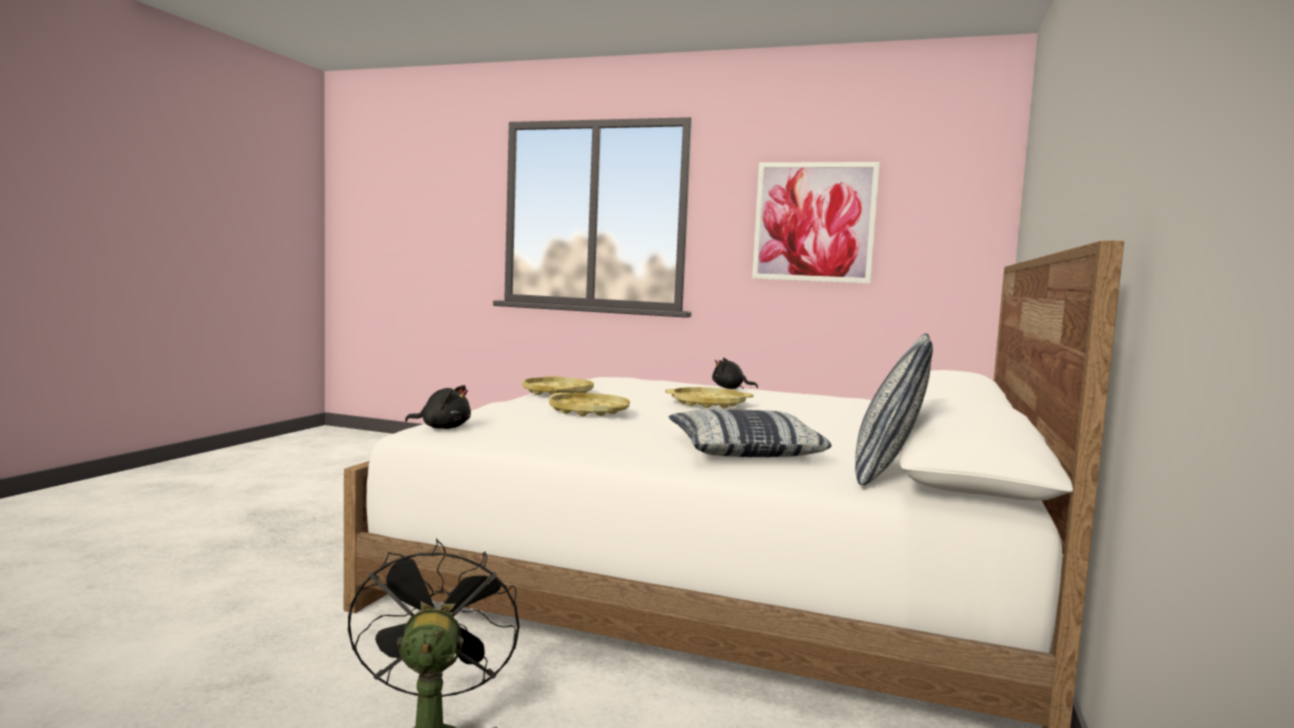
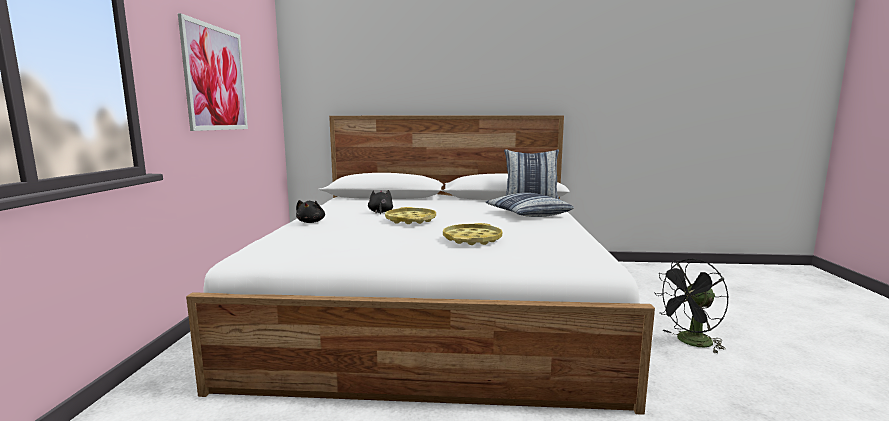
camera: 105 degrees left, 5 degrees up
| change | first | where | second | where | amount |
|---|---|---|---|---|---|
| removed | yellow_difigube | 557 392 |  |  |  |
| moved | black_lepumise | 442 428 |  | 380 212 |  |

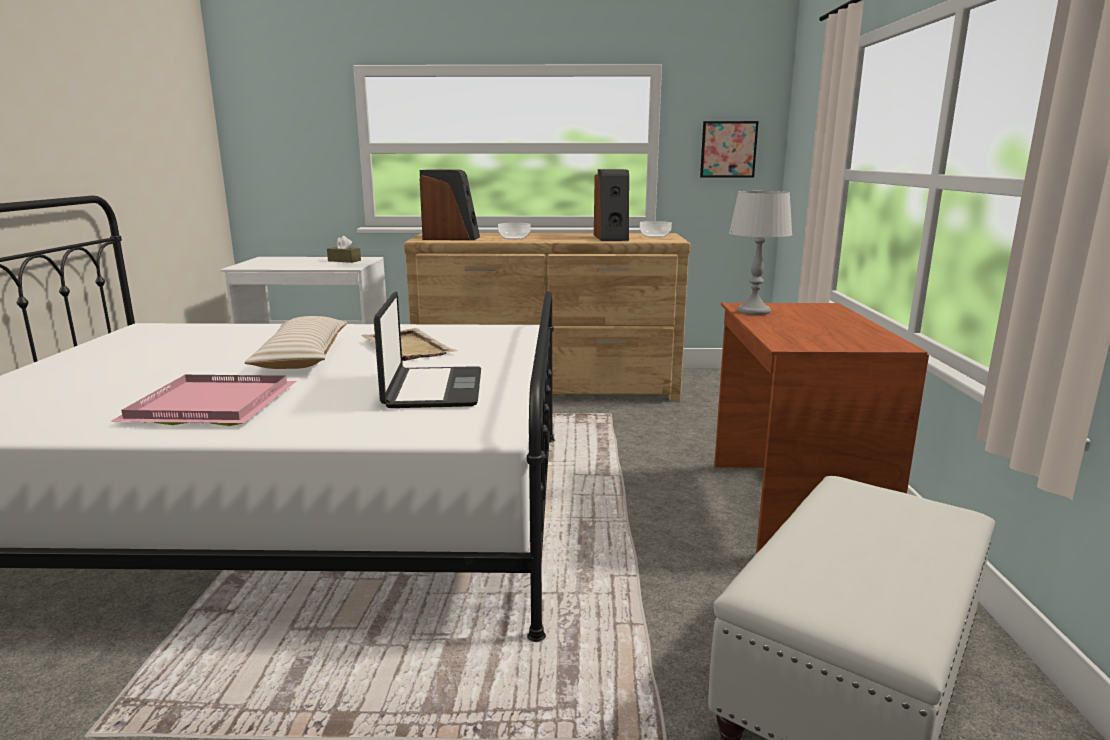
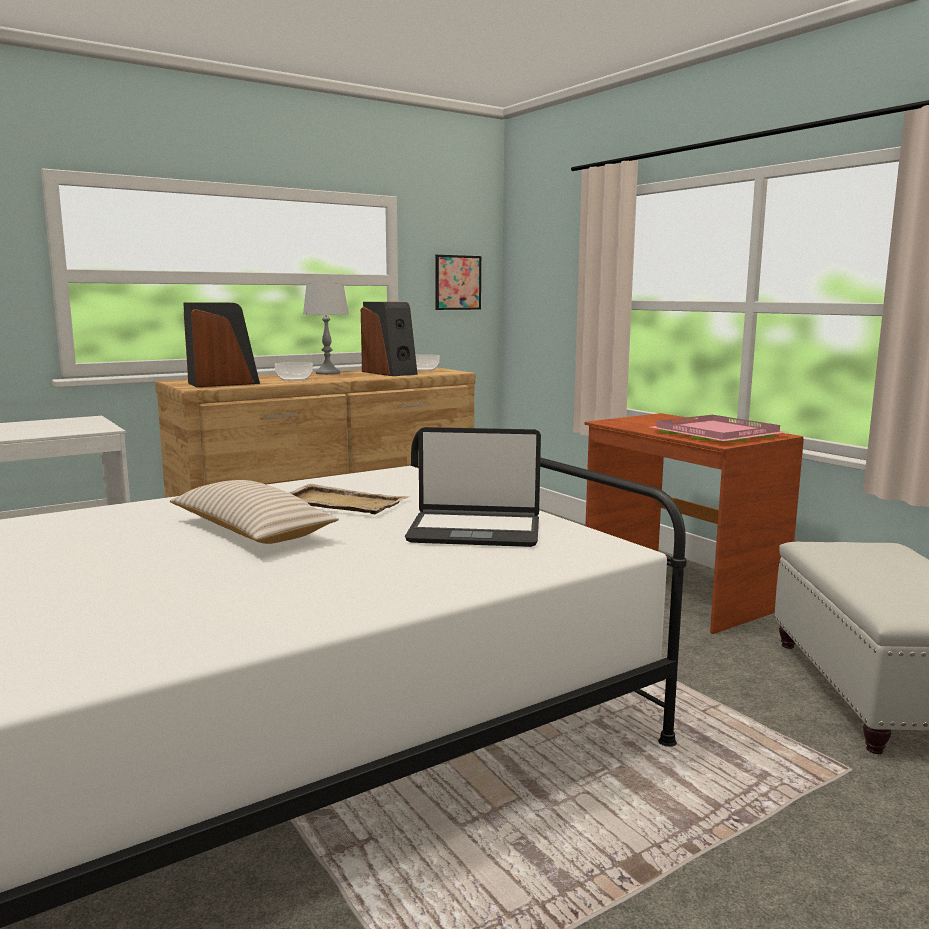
camera: 35 degrees left, 5 degrees down
| change | first | where | second | where | amount |
|---|---|---|---|---|---|
| moved | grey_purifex | 753 311 |  | 327 373 |  |
| removed | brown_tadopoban | 344 261 |  |  |  |
| turned | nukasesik | 432 389 |  | 475 531 | 135 degrees clockwise |
| moved | pink_difigube | 210 404 |  | 714 434 |  |

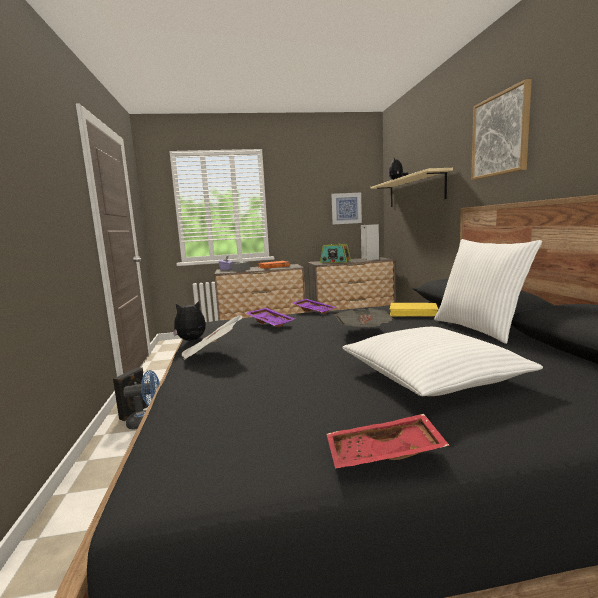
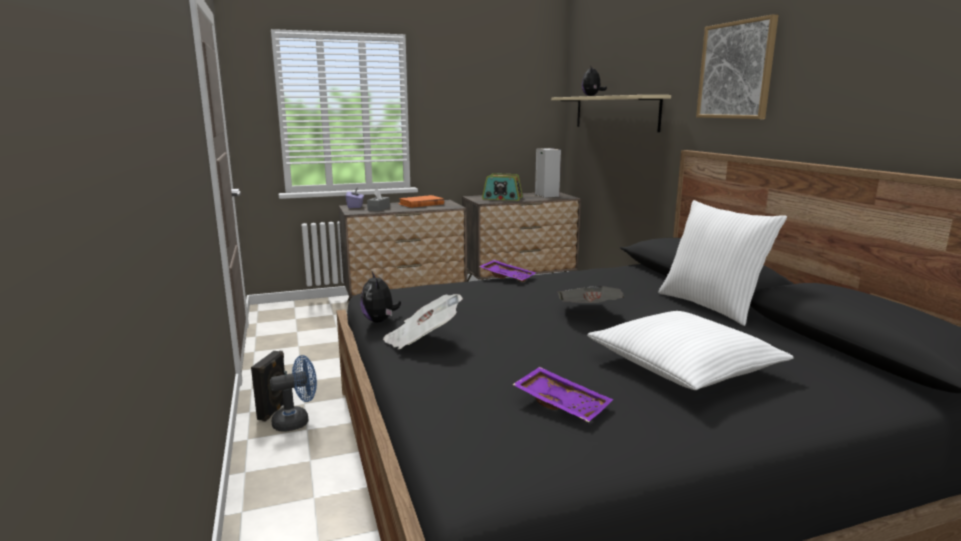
camera: 10 degrees left, 5 degrees up
| change | first | where | second | where | amount |
|---|---|---|---|---|---|
| removed | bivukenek | 346 208 |  |  |  |
| turned | lepumise | 192 340 |  | 380 321 | 75 degrees counterclockwise |
| removed | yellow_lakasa | 413 313 |  |  |  |
| moved | purple_difigube | 271 322 |  | 562 403 |  |
| removed | red_difigube | 384 455 |  |  |  |

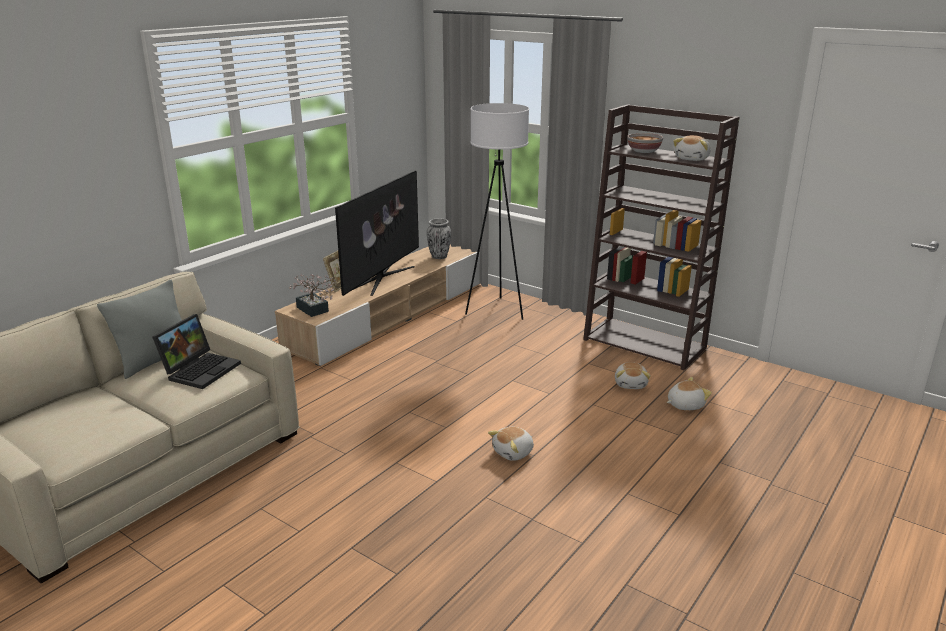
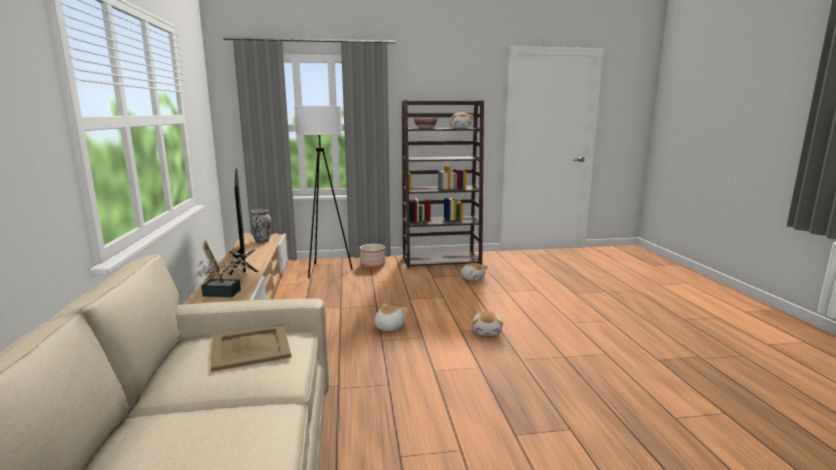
camera: 45 degrees left, 10 degrees down
| change | first | where | second | where | amount |
|---|---|---|---|---|---|
| removed | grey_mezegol | 156 360 |  |  |  |
| replaced | nukasesik | 201 369 | beige_difigube | 249 347 |  |
| moved | lepumise | 684 405 |  | 388 327 |  |
| added |  |  | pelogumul | 372 265 |  |

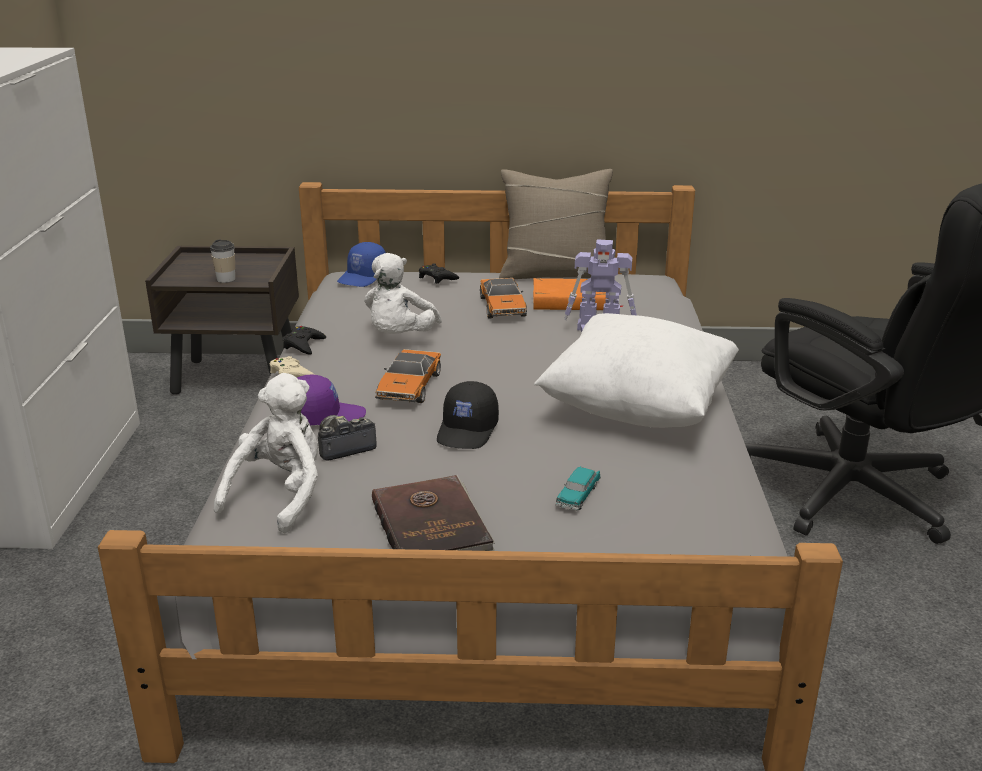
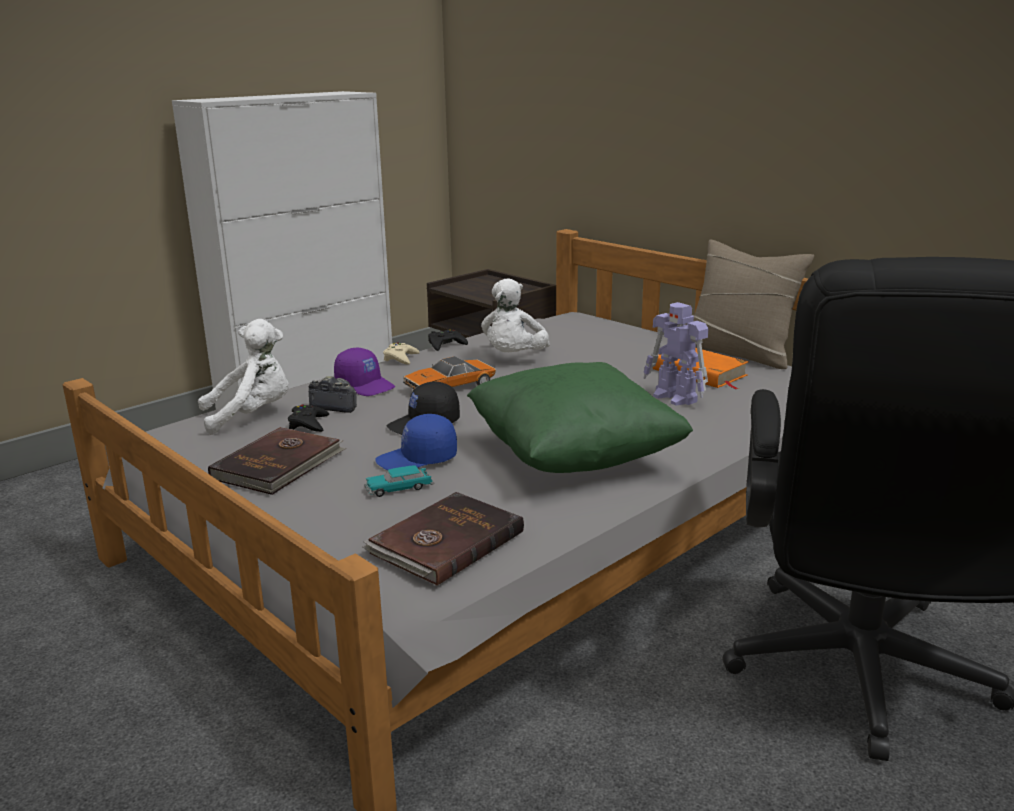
camera: 45 degrees right, 5 degrees down
| change | first | where | second | where | amount |
|---|---|---|---|---|---|
| removed | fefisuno | 226 279 |  |  |  |
| moved | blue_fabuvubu | 363 277 |  | 417 460 |  |
| turned | white_lepumise | 399 337 |  | 514 358 | 45 degrees counterclockwise |
| moved | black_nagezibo | 437 278 |  | 308 424 |  |
| removed | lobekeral | 503 307 |  |  |  |
| recoloured | white_mezegol | 638 408 | green_mezegol | 574 457 |  |
| added |  |  | brown_lakasa | 444 542 |  |

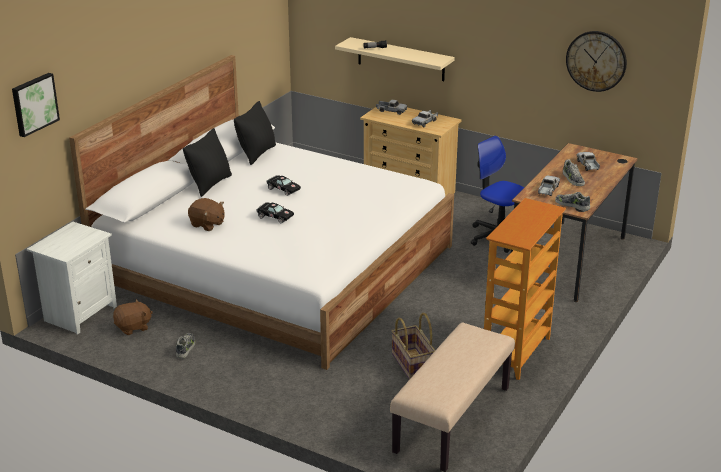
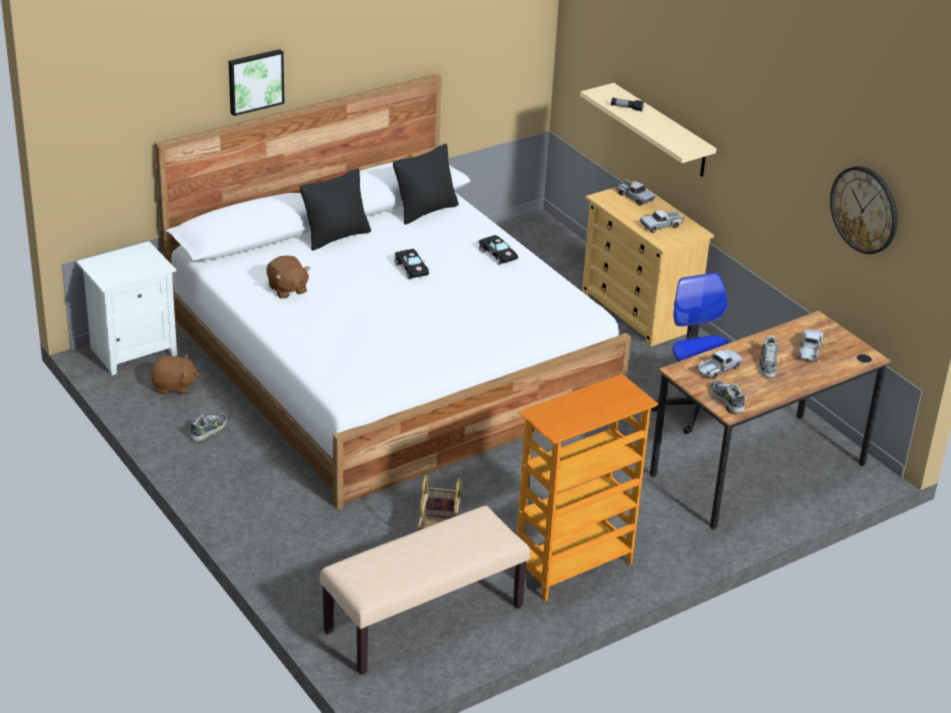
camera: 25 degrees right, 5 degrees up
| change | first | where | second | where | amount |
|---|---|---|---|---|---|
| moved | bivukenek | 34 104 |  | 255 81 |  |
| moved | black_lobekeral | 274 217 |  | 497 254 |  |

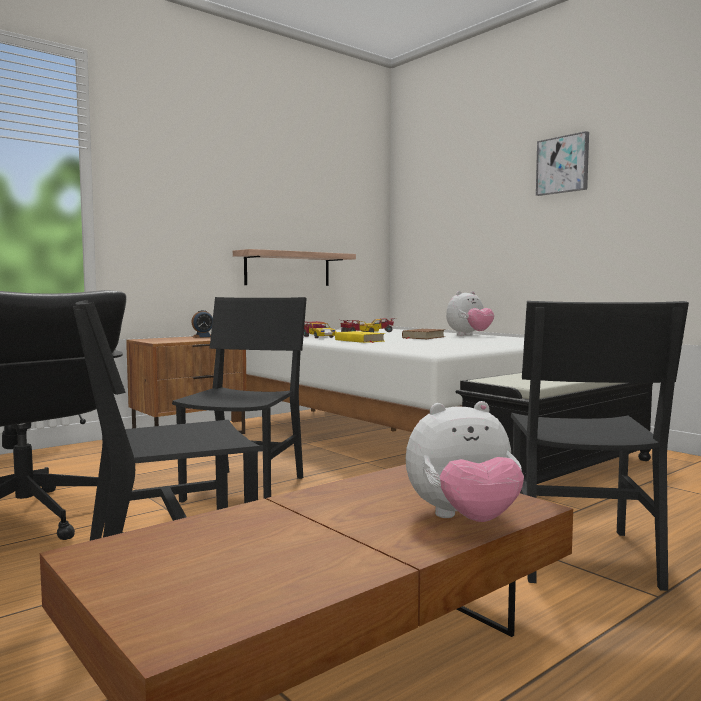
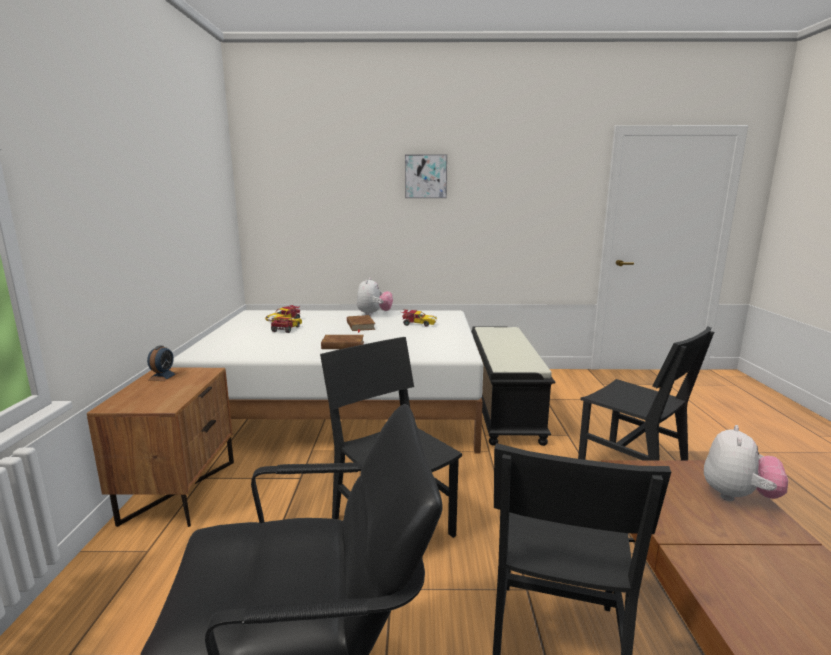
camera: 50 degrees left, 10 degrees up
| change | first | where | second | where | amount |
|---|---|---|---|---|---|
| removed | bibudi | 288 269 |  |  |  |
| moved | lobekeral | 319 337 |  | 418 324 |  |
| recoloured | yellow_lakasa | 359 340 | brown_lakasa | 343 345 |  |

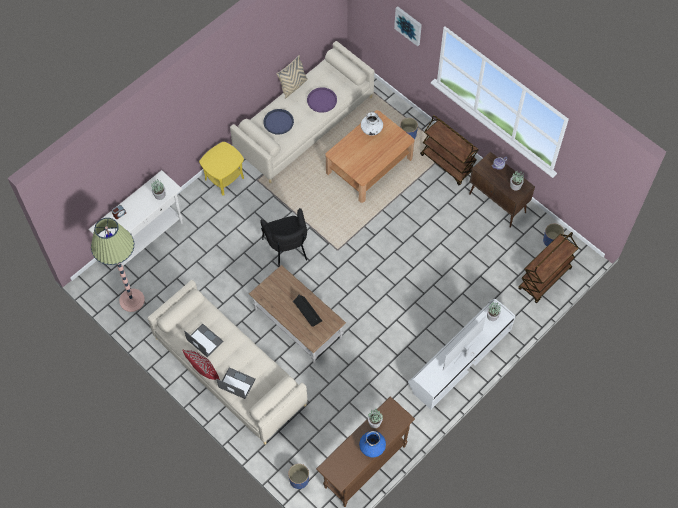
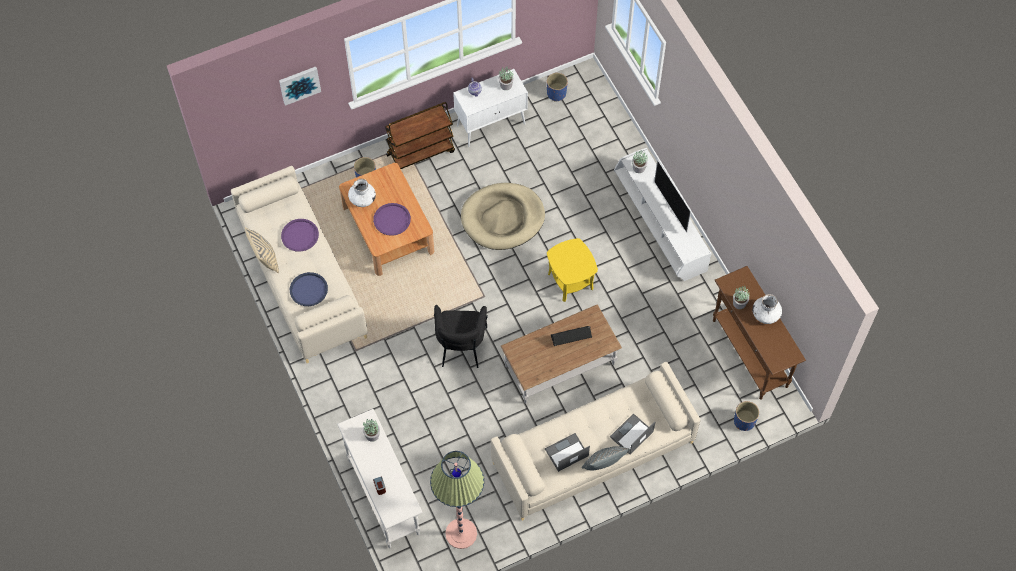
camera: 70 degrees left, 0 degrees up
| change | first | where | second | where | amount |
|---|---|---|---|---|---|
| moved | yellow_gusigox | 224 178 |  | 570 281 |  |
| recoloured | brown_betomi | 497 203 | white_betomi | 491 124 |  |
| turned | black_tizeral | 287 248 |  | 461 346 | 90 degrees clockwise |
| removed | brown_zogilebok | 544 279 |  |  |  |
| recoloured | red_mezegol | 203 371 | grey_mezegol | 603 464 |  |
| recoloured | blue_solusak | 372 447 | white_solusak | 765 314 |  |
| added |  |  | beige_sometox | 503 218 |  |
| added |  |  | purple_difigube | 392 219 |  |

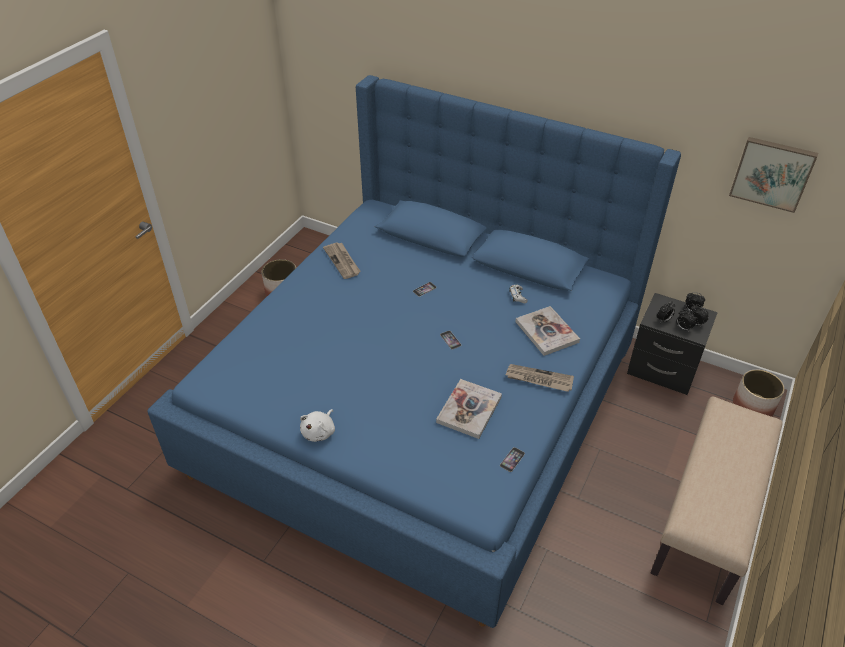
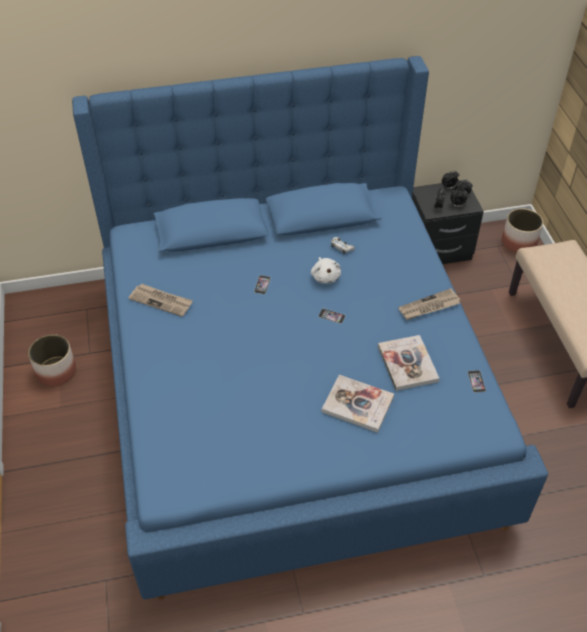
camera: 40 degrees left, 5 degrees up
| change | first | where | second | where | amount |
|---|---|---|---|---|---|
| removed | bivukenek | 772 173 |  |  |  |
| moved | lakasa | 546 332 |  | 357 404 |  |
| moved | white_lepumise | 319 432 |  | 325 276 |  |

